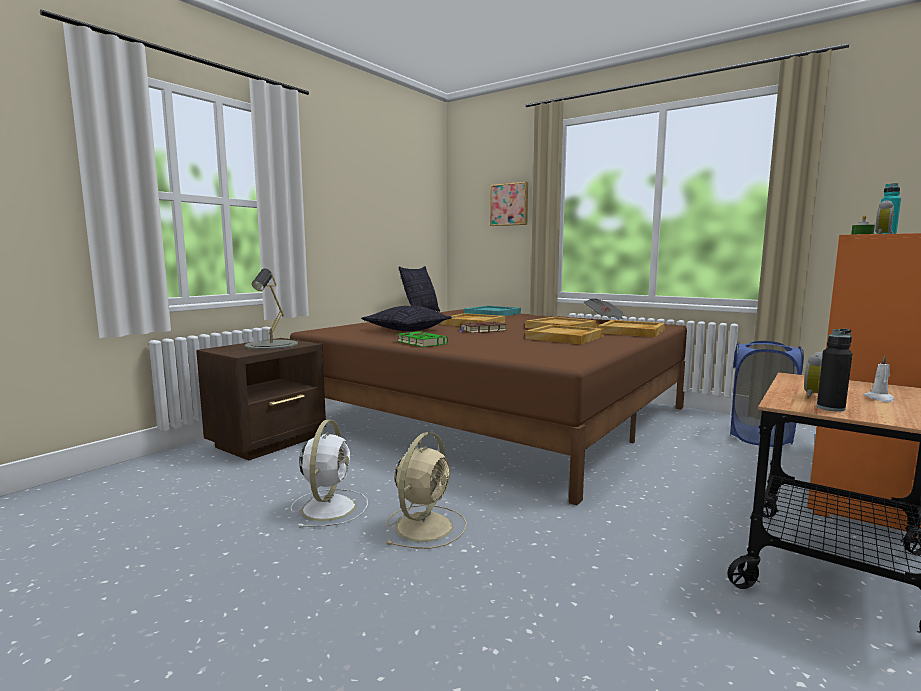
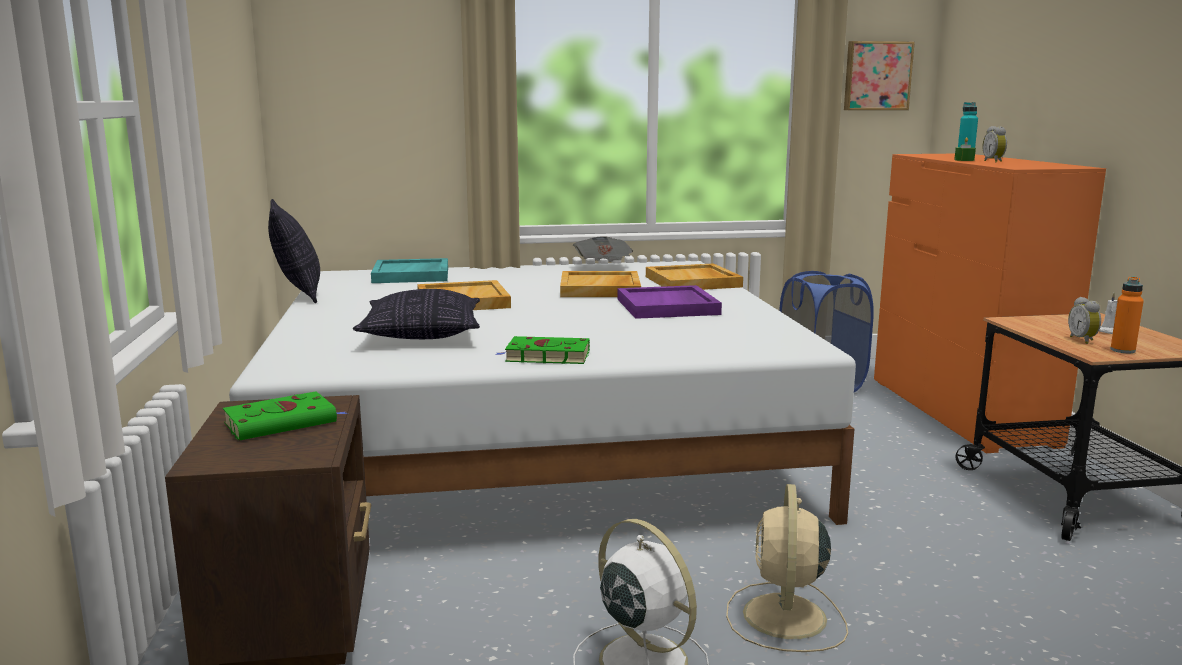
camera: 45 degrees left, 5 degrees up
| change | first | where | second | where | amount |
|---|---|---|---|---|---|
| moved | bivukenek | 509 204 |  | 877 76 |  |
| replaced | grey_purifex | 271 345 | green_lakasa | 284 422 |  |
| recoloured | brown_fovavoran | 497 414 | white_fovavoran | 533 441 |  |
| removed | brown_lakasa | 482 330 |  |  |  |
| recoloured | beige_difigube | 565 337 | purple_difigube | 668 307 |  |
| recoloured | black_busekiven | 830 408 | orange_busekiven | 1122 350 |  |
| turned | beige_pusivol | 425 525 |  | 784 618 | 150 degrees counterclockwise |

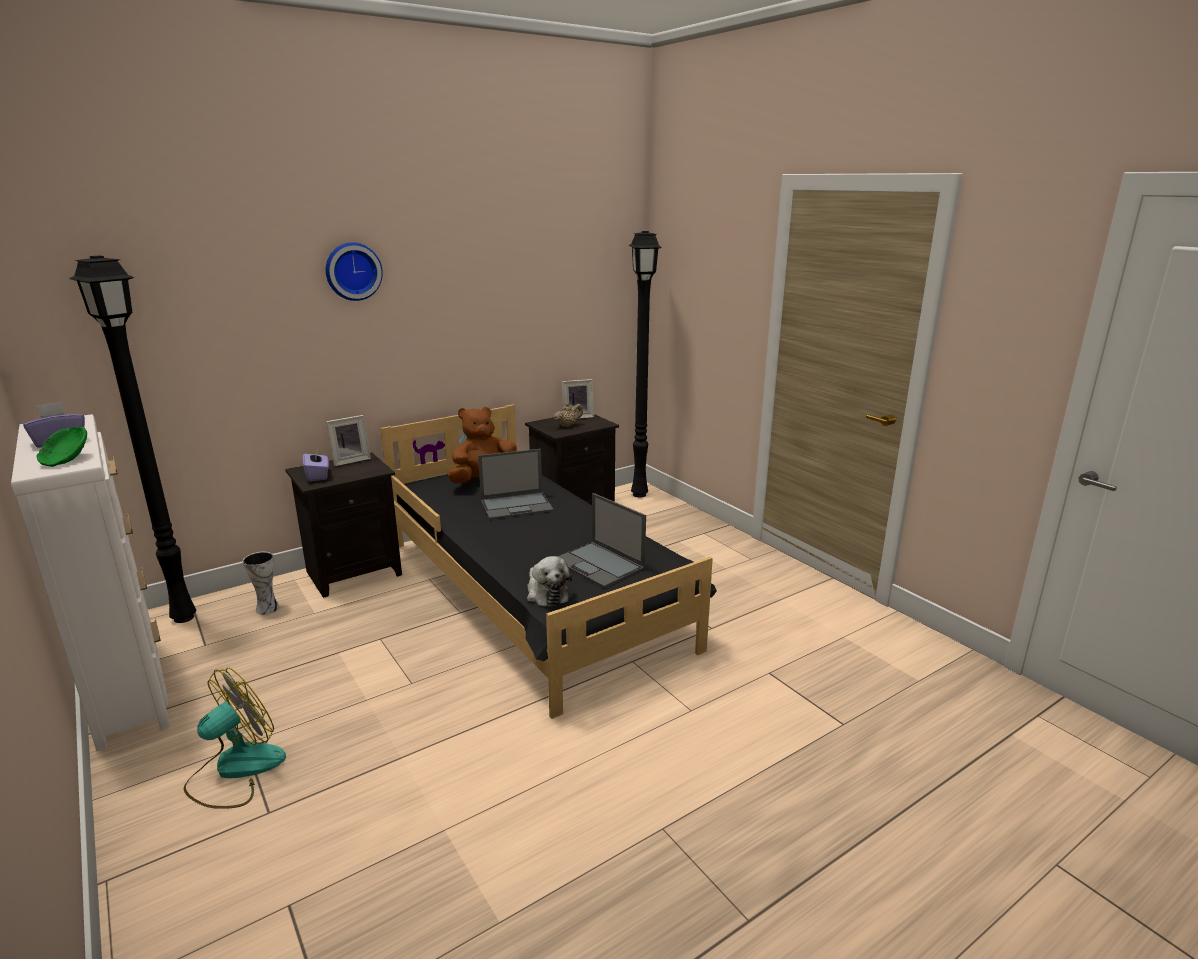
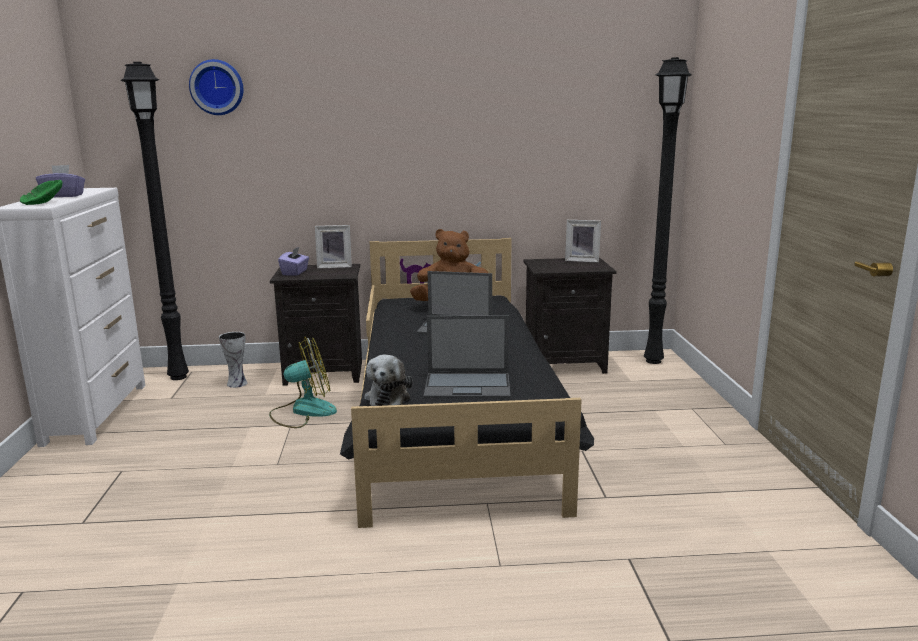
camera: 30 degrees right, 5 degrees down
| change | first | where | second | where | amount |
|---|---|---|---|---|---|
| moved | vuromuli | 352 271 |  | 217 87 |  |
| removed | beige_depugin | 568 425 |  |  |  |
| turned | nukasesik | 599 565 |  | 468 386 | 75 degrees counterclockwise |
| moved | pusivol | 235 770 |  | 303 411 |  |

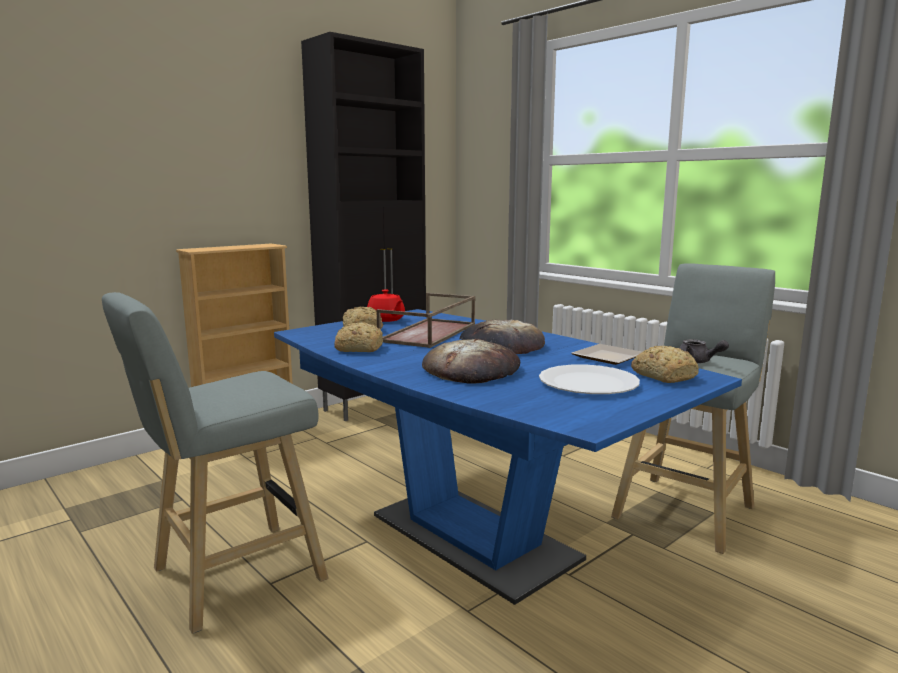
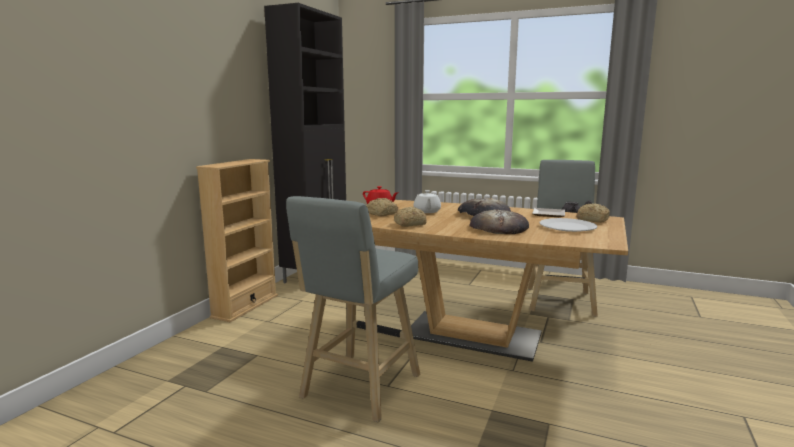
camera: 25 degrees left, 0 degrees up
| change | first | where | second | where | amount |
|---|---|---|---|---|---|
| replaced | brown_difigube | 429 333 | white_depugin | 427 211 |  |
| recoloured | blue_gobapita | 473 537 | brown_gobapita | 472 335 |  |

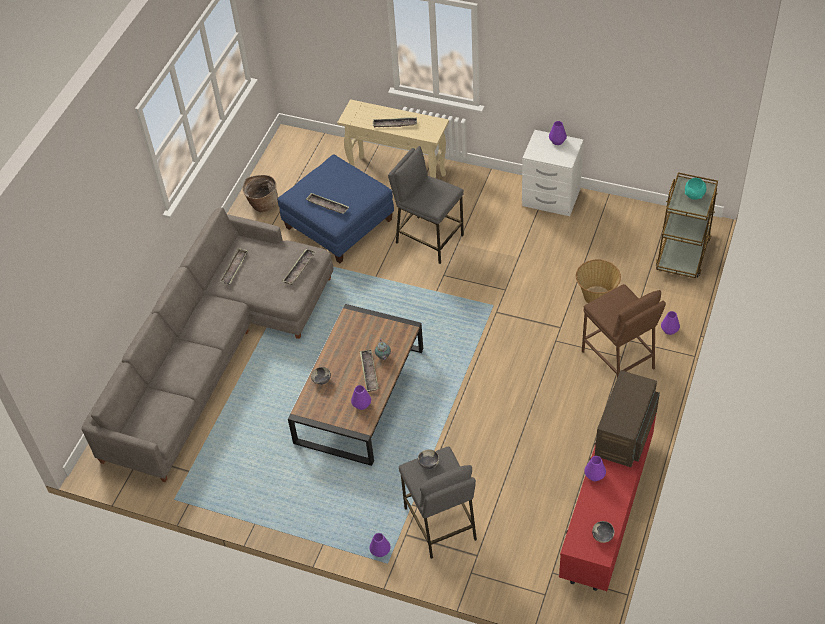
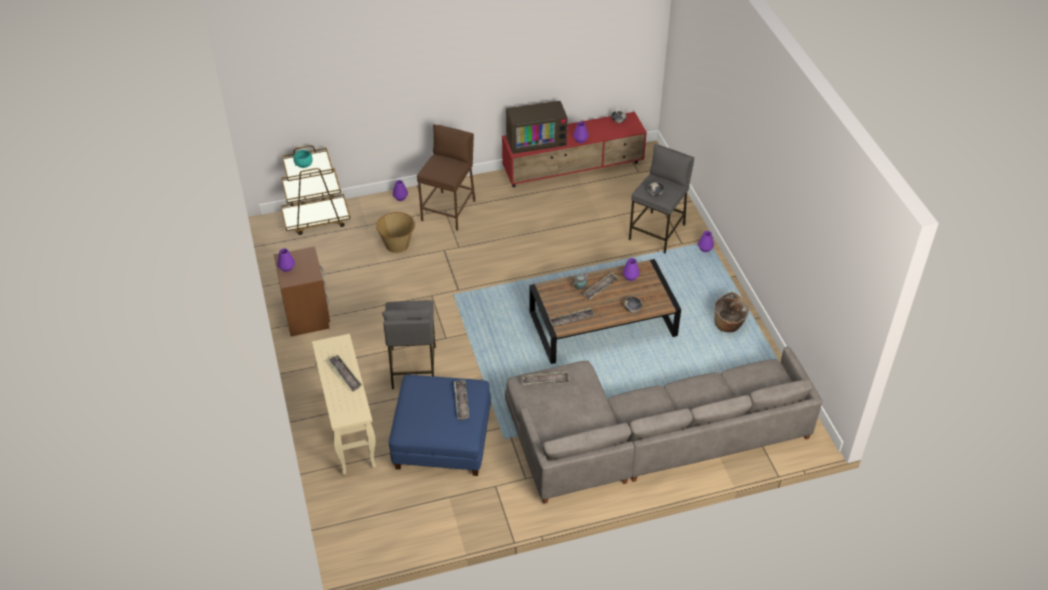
camera: 130 degrees left, 5 degrees down
| change | first | where | second | where | amount |
|---|---|---|---|---|---|
| recoloured | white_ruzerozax | 551 198 | brown_ruzerozax | 307 315 |  |
| moved | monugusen | 262 204 |  | 728 325 |  |
| moved | difigube | 234 268 |  | 571 319 |  |

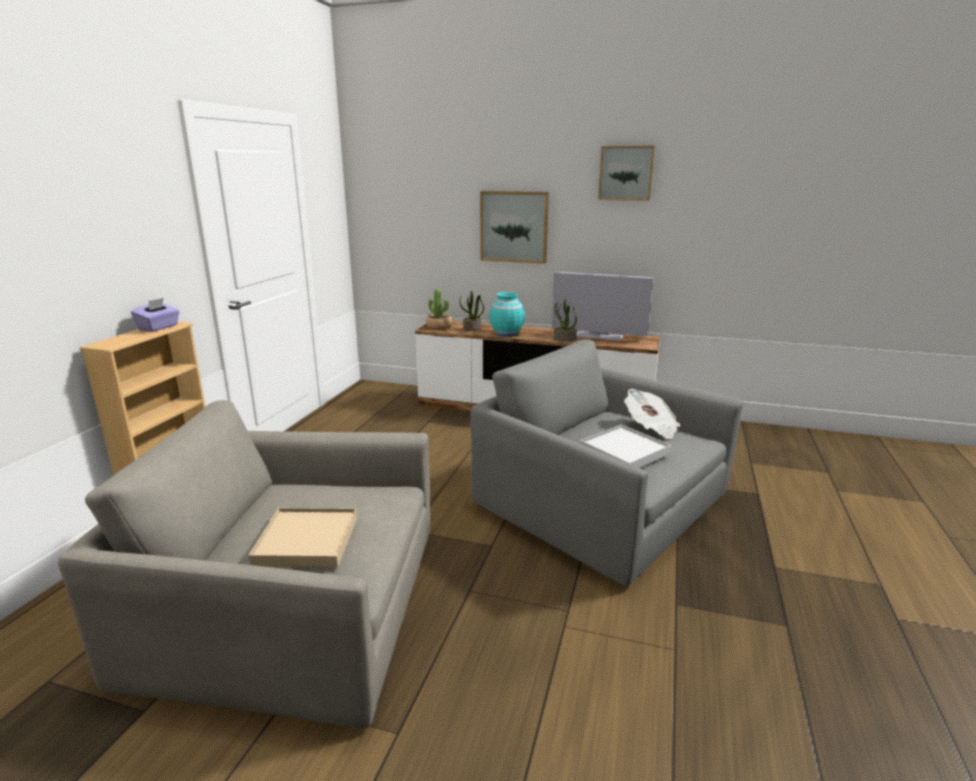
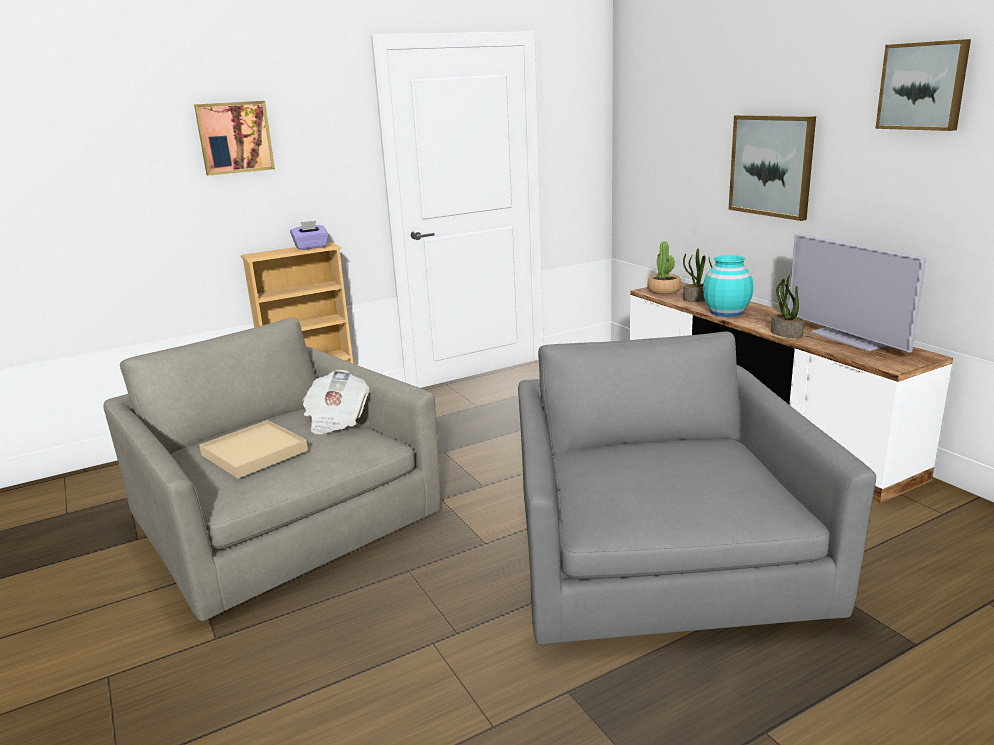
camera: 45 degrees right, 0 degrees up
| change | first | where | second | where | amount |
|---|---|---|---|---|---|
| moved | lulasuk | 651 427 |  | 336 419 |  |
| removed | white_difigube | 624 451 |  |  |  |
| added |  |  | bivukenek | 234 137 |  |

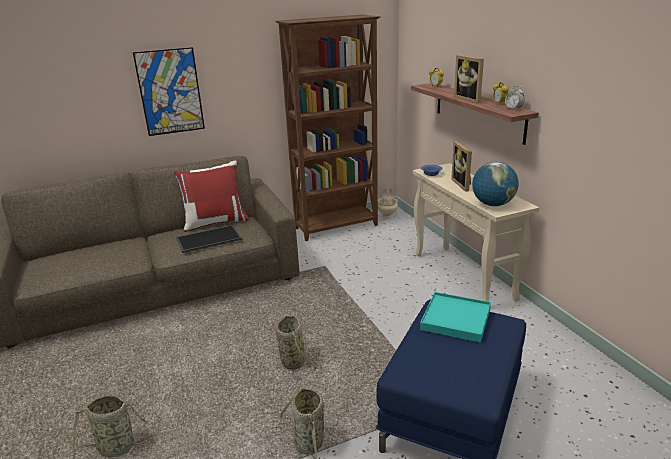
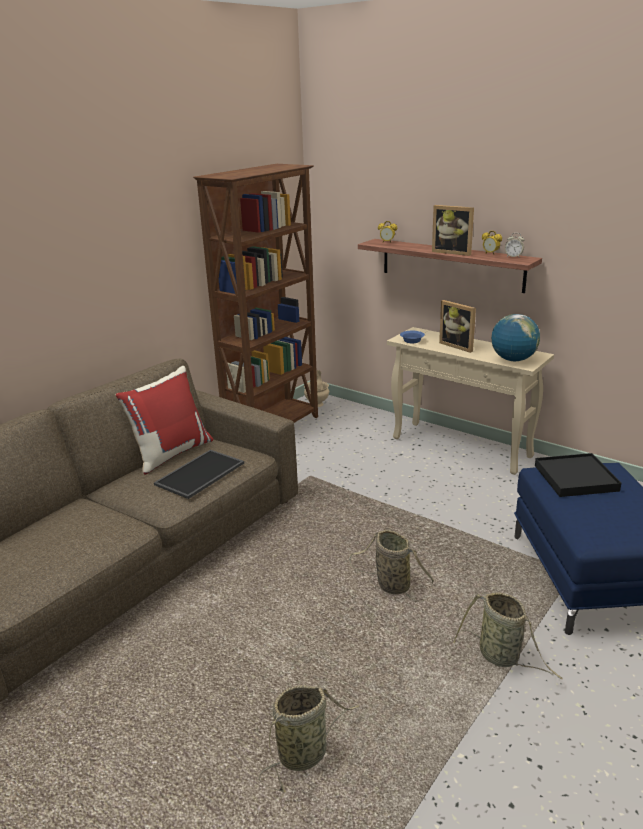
camera: 30 degrees left, 0 degrees up
| change | first | where | second | where | amount |
|---|---|---|---|---|---|
| removed | bivukenek | 170 92 |  |  |  |
| recoloured | turquoise_difigube | 456 319 | black_difigube | 575 478 |  |

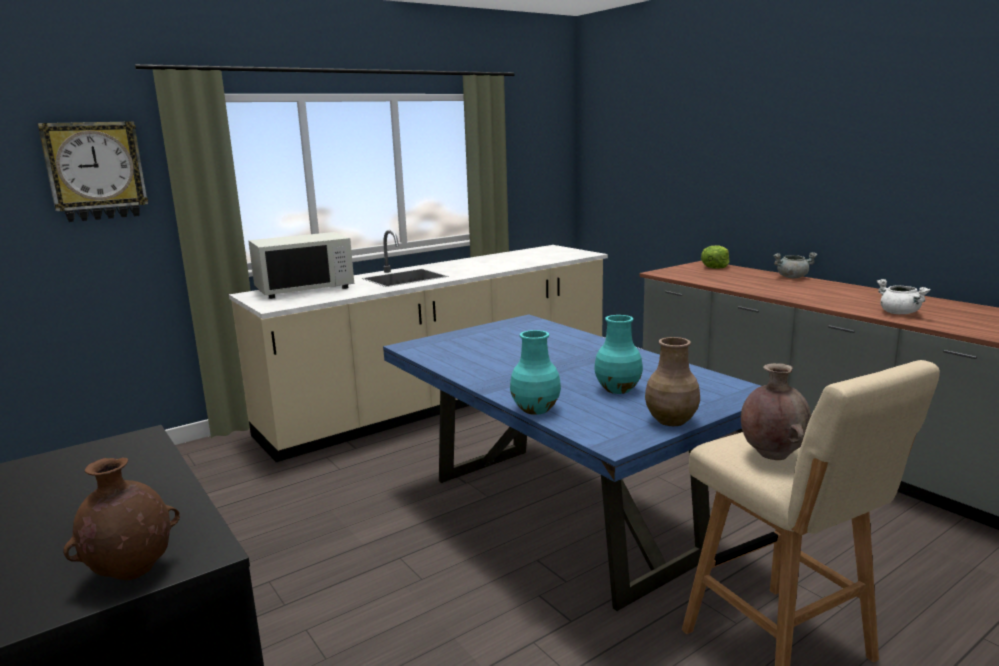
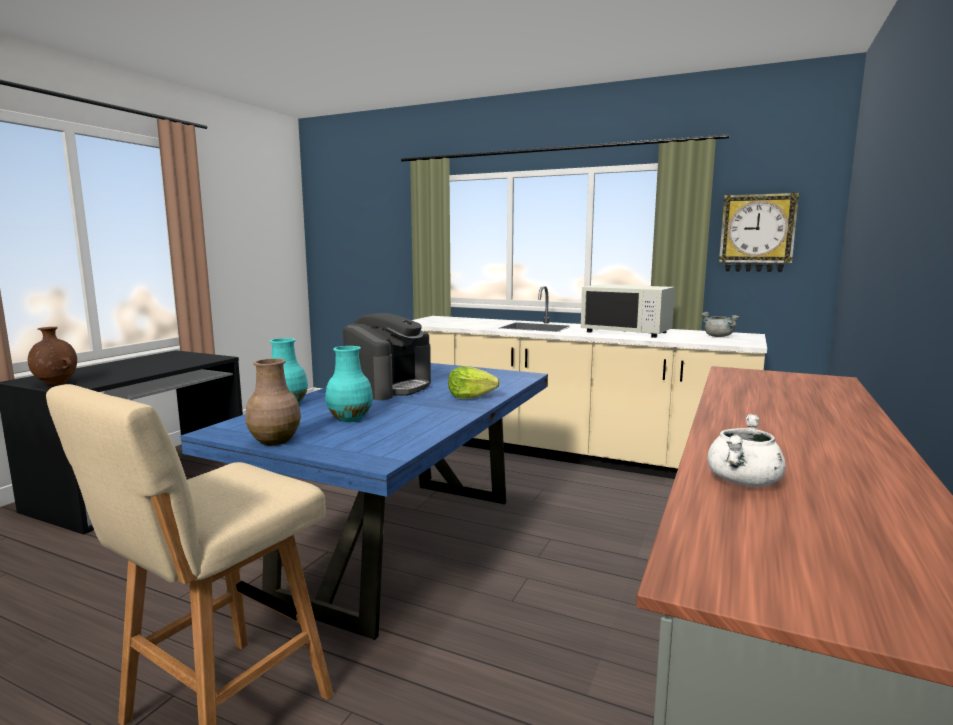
camera: 60 degrees right, 5 degrees down
| change | first | where | second | where | amount |
|---|---|---|---|---|---|
| moved | vuromuli | 95 171 |  | 757 233 |  |
| moved | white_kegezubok | 304 289 |  | 626 332 |  |
| moved | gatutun | 715 267 |  | 470 396 |  |
| moved | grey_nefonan | 792 277 |  | 719 336 |  |
| removed | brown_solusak | 771 455 |  |  |  |
| added |  |  | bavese | 388 387 |  |

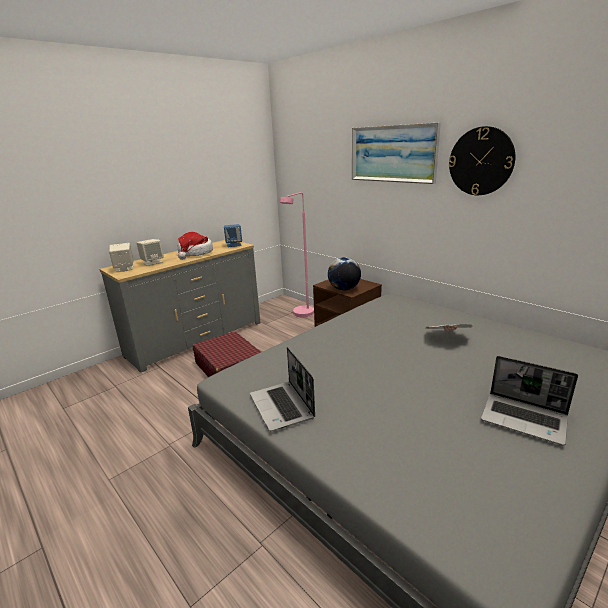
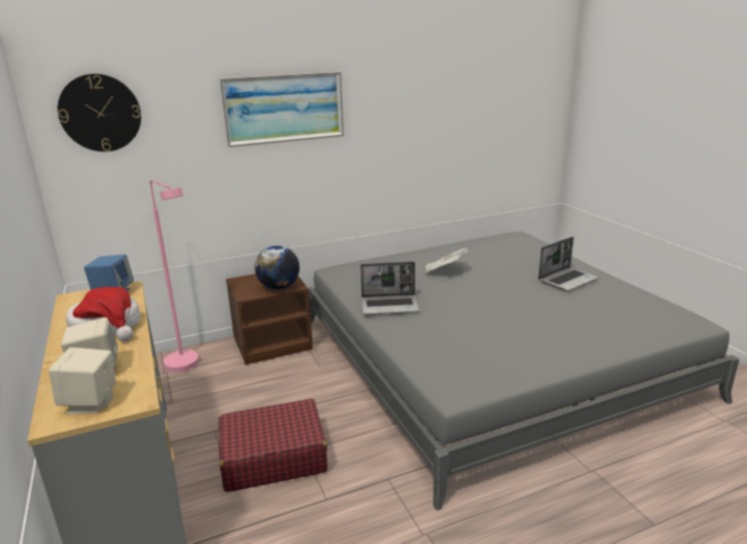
camera: 70 degrees left, 0 degrees up
| change | first | where | second | where | amount |
|---|---|---|---|---|---|
| moved | vuromuli | 481 161 |  | 100 113 |  |
| moved | nukasesik | 282 407 |  | 390 305 |  |

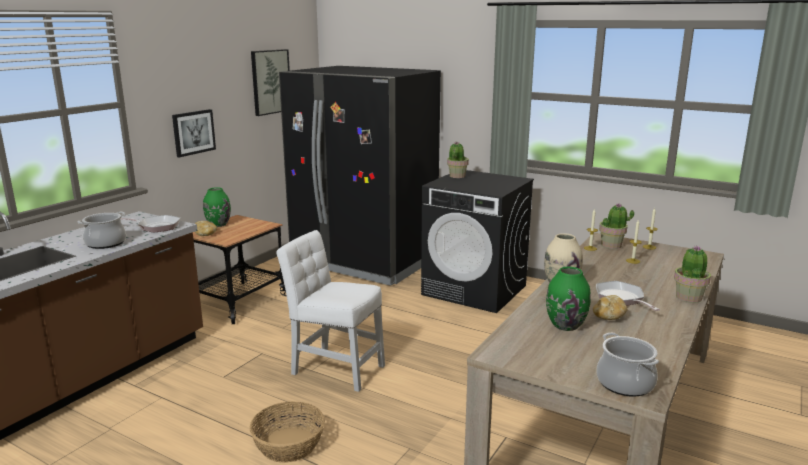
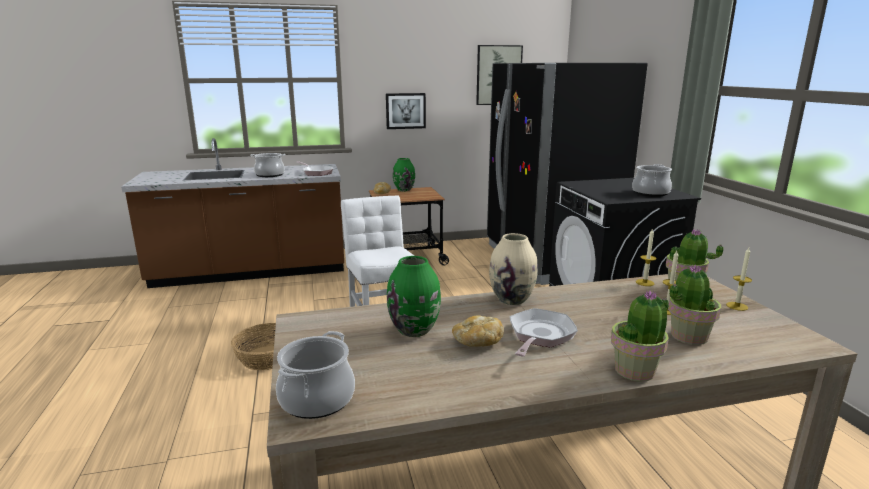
camera: 45 degrees right, 0 degrees up
| change | first | where | second | where | amount |
|---|---|---|---|---|---|
| moved | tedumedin | 457 176 |  | 688 336 |  |
| added |  |  | nefonan | 650 193 |  |

